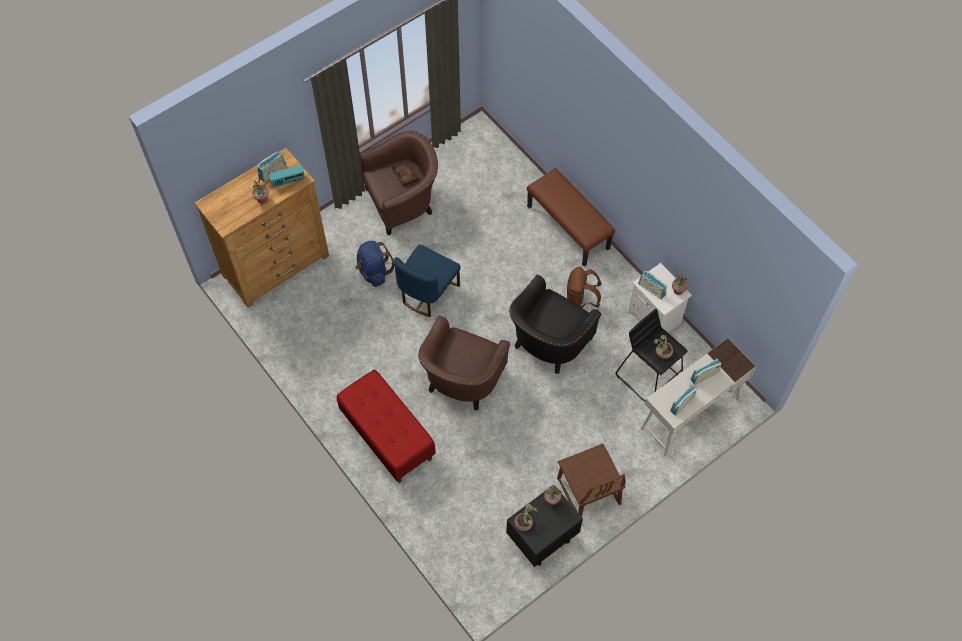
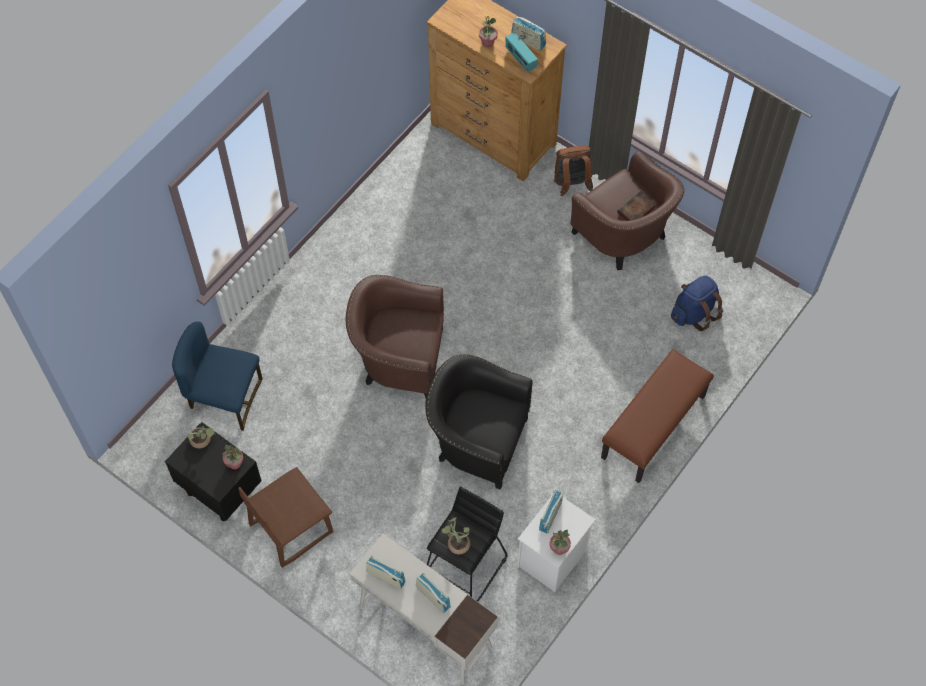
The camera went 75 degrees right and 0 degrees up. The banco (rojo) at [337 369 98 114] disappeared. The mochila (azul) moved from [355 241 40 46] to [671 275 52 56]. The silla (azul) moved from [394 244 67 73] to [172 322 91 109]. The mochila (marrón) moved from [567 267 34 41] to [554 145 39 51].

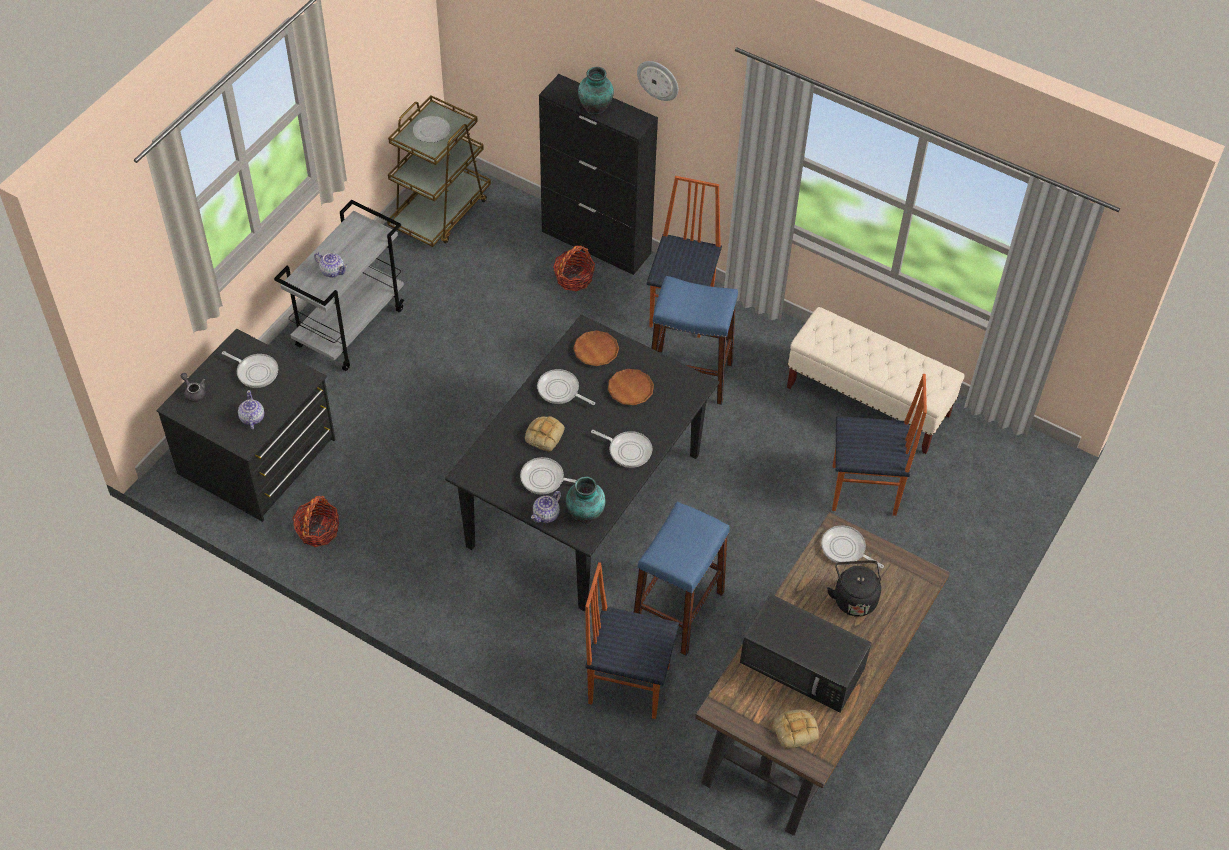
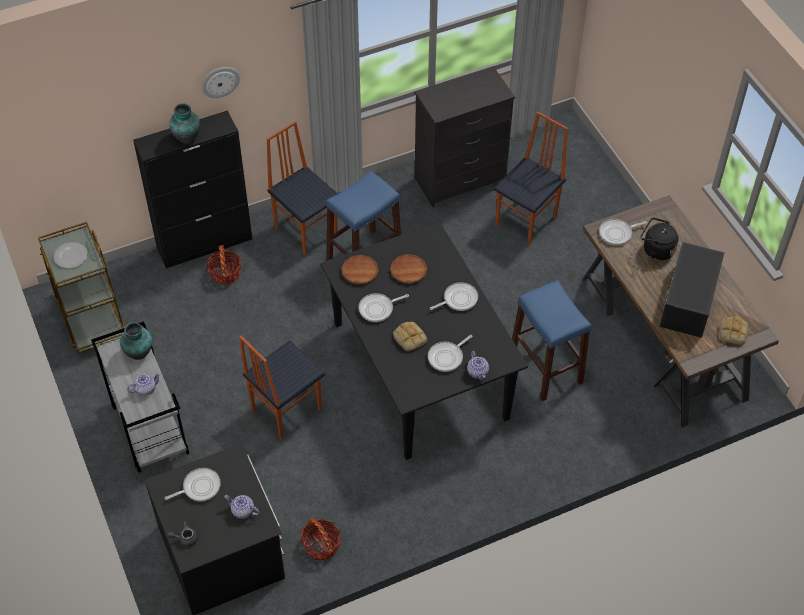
The camera went 55 degrees left and 0 degrees up. The florero moved from [566 477 39 46] to [120 322 32 38]. The silla moved from [585 562 94 157] to [239 335 86 105]. The banco (beis) at [787 307 177 147] was replaced by the cómoda (negro) at [415 66 100 141]. The microondas (negro) at [740 594 131 119] turned 135 degrees clockwise.

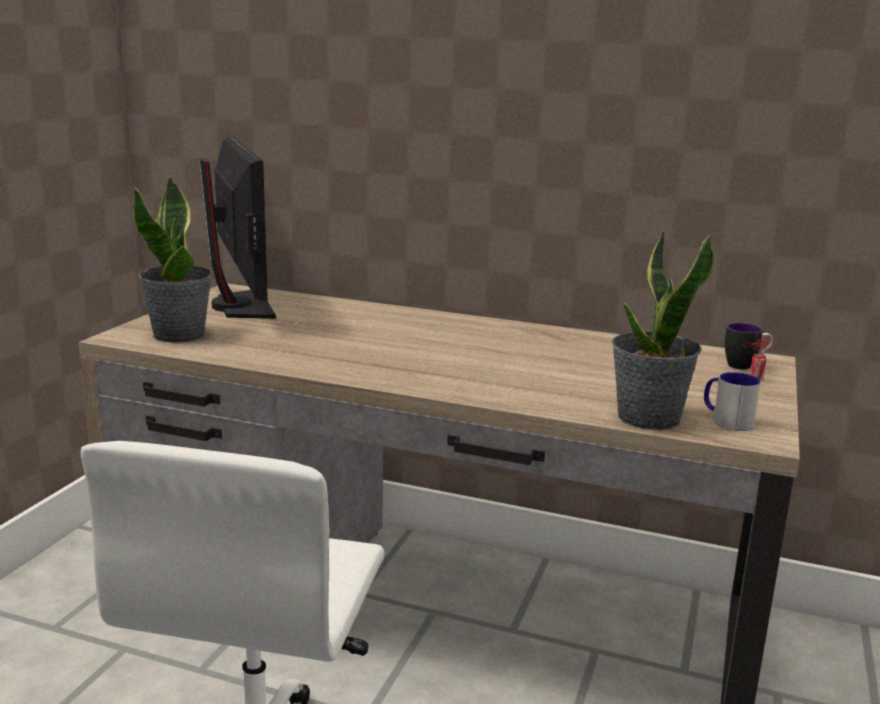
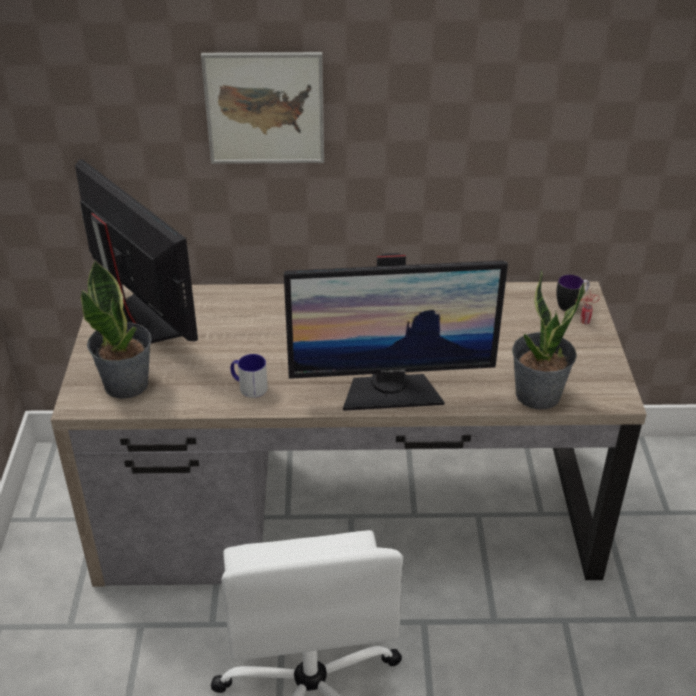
The camera went 20 degrees left and 20 degrees up. The cuadro at [201 52 123 112] appeared. The monitor at [284 253 224 158] appeared. The taza grande moved from [704 372 57 59] to [231 354 37 44].

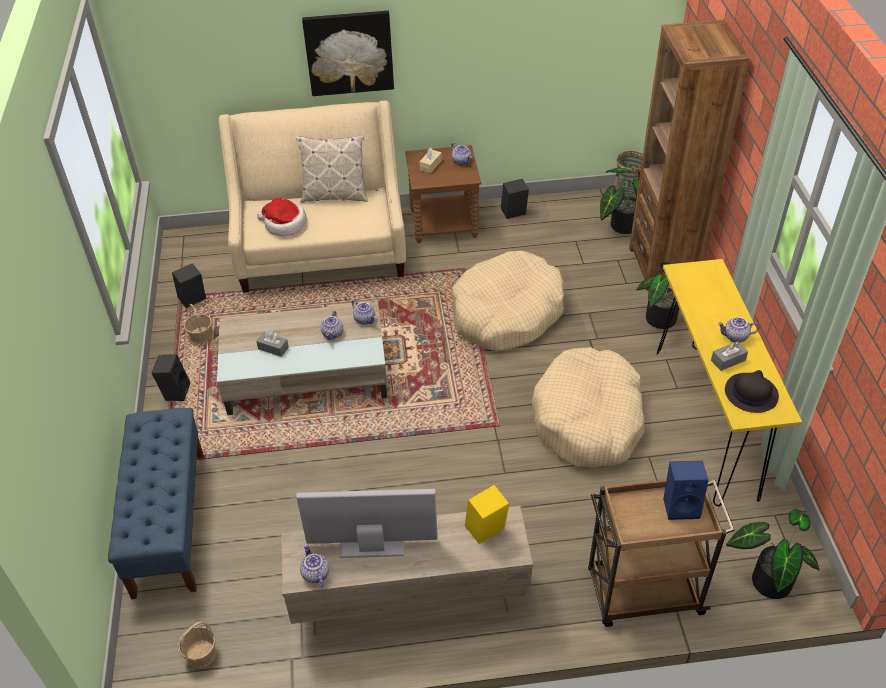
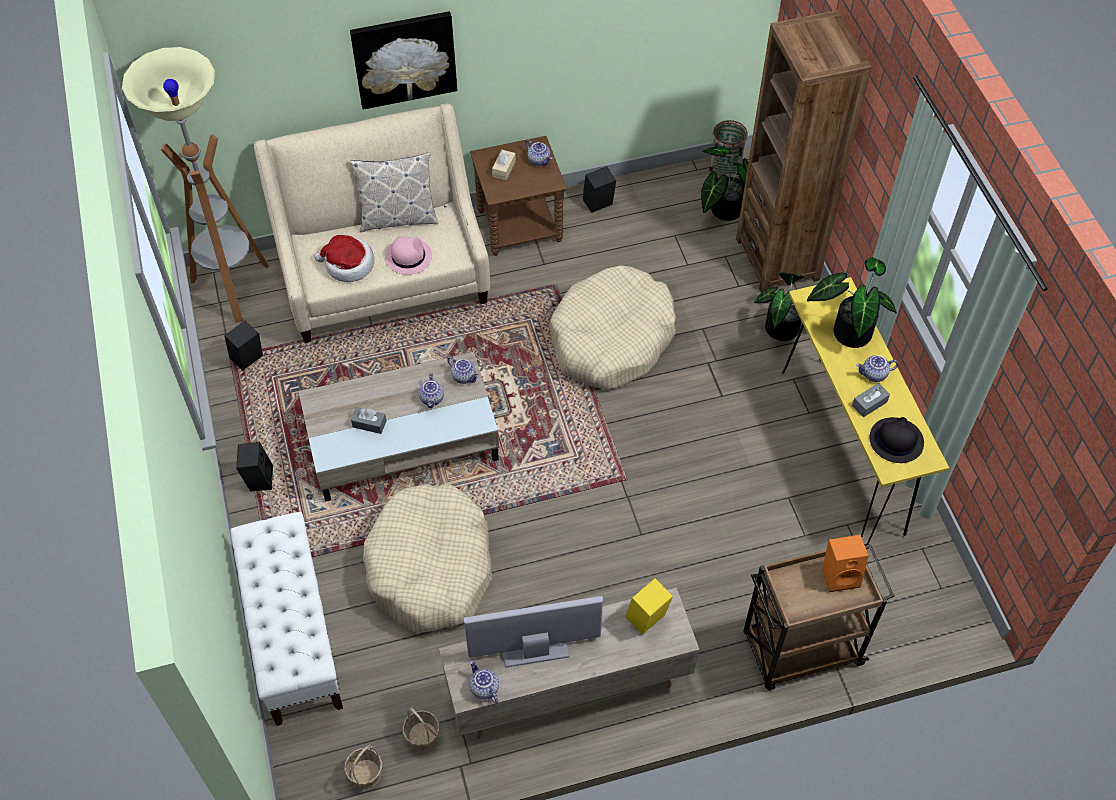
The camera went 10 degrees left and 10 degrees up. The lámpara de pie at [122 47 147 276] appeared. The sombrero (rosa) at [385 236 47 38] appeared. The cesta moved from [184 304 28 39] to [402 707 38 44]. The cama para perro (beis) moved from [531 347 114 121] to [363 484 129 149]. The planta en maceta moved from [726 509 94 90] to [807 257 90 91]. The banco (azul) at [108 408 96 191] became the banco (blanco) at [230 512 113 214]. The altavoz (azul) at [663 461 45 59] became the altavoz (naranja) at [822 535 47 57].

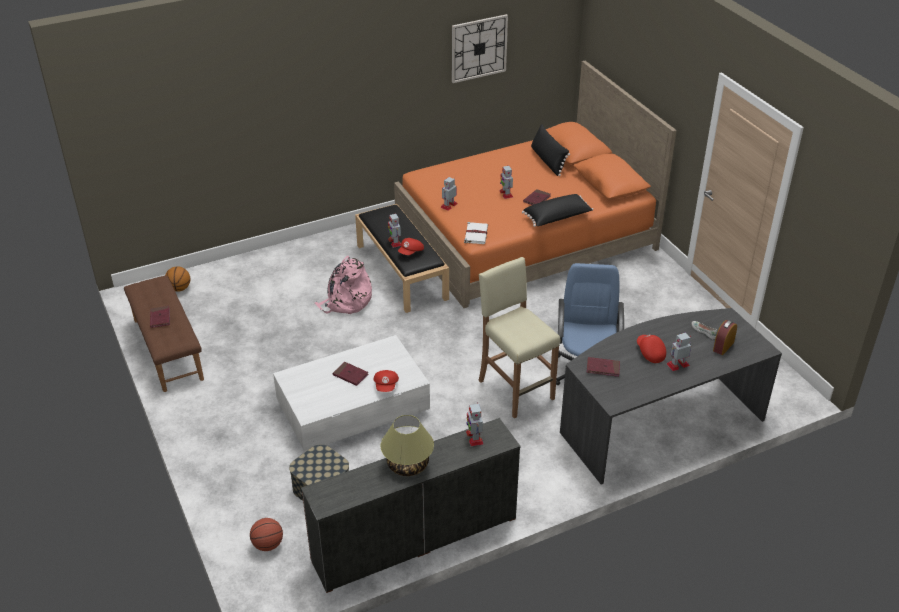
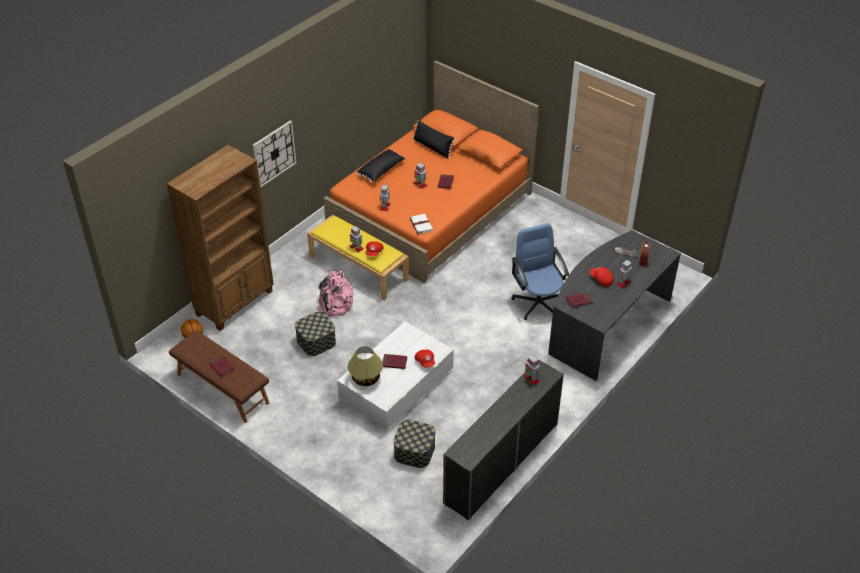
The camera went 25 degrees left and 5 degrees up. The balón de baloncesto at [250 518 33 33] disappeared. The taburete (beis) at [478 257 83 161] disappeared. The estantería (marrón) at [167 145 107 186] appeared. The caja de almacenaje at [295 312 41 44] appeared. The lámpara de mesa moved from [381 415 53 61] to [348 346 35 40]. The reloj de pared moved from [452 14 56 69] to [253 120 43 68]. The cojín (negro) moved from [522 194 71 33] to [356 149 49 34]. The banco (negro) at [355 204 94 109] became the banco (amarillo) at [307 215 102 85].

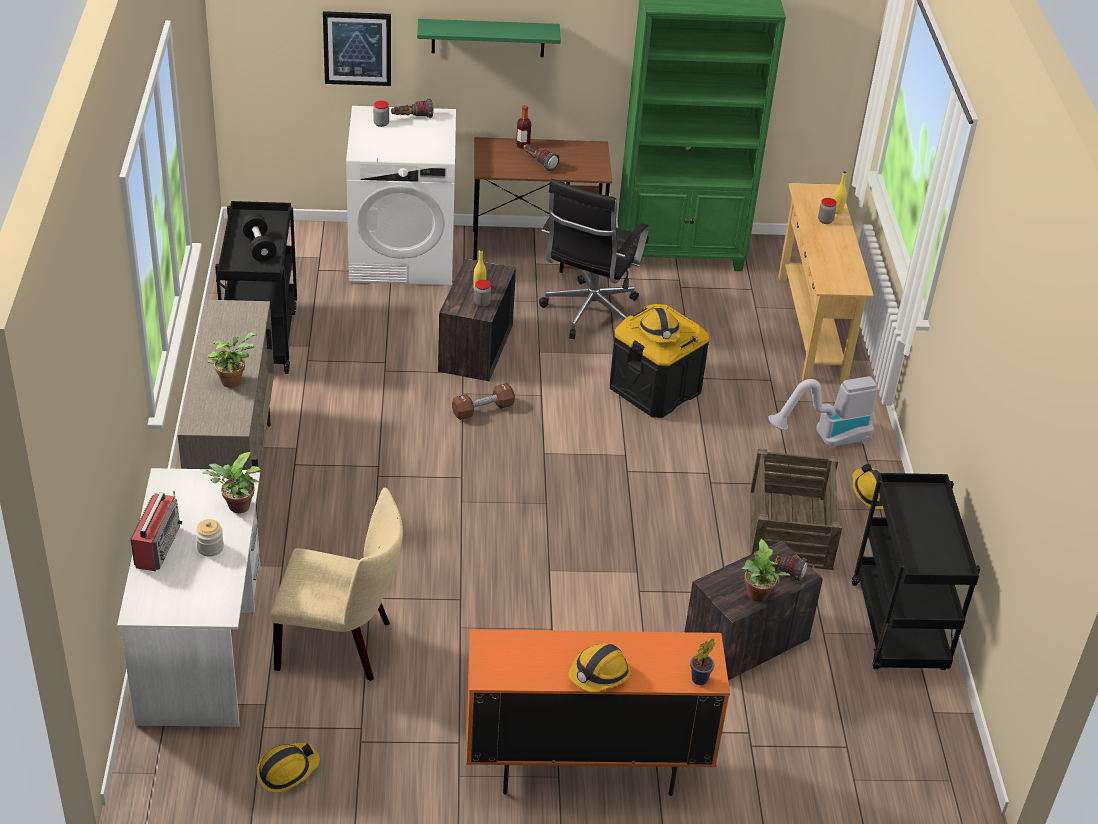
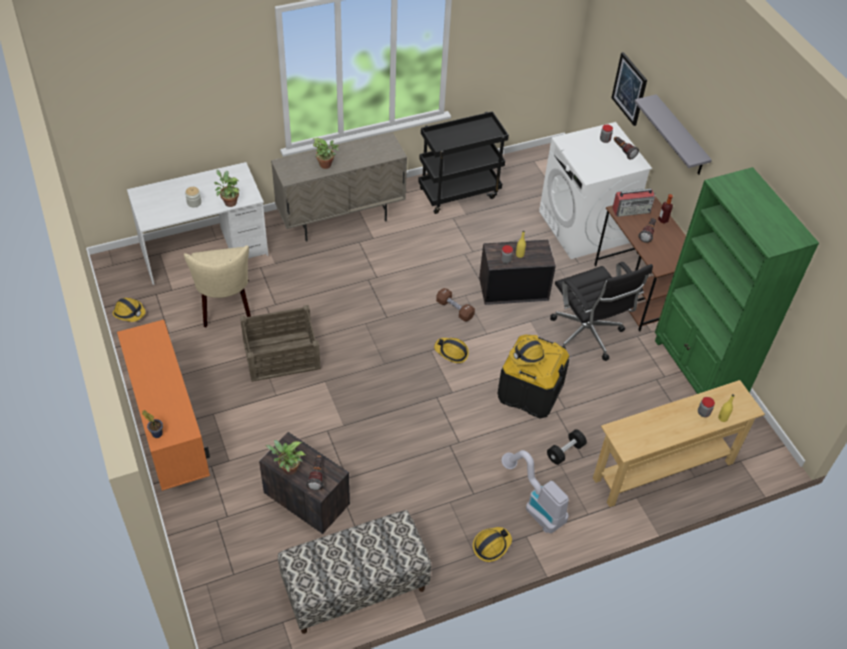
The camera went 70 degrees right and 10 degrees up. The radio moved from [131 490 51 81] to [612 189 44 28]. The mancuerna (negro) moved from [241 213 36 49] to [547 429 40 36]. The casco moved from [569 643 62 49] to [434 338 35 25]. The caja de embalaje moved from [750 448 92 122] to [240 305 81 77]. The carrito (negro) at [852 473 128 197] was replaced by the banco at [278 510 154 124]. The estante (verde) at [417 19 144 38] became the estante (gris) at [634 94 78 81]. The silla de oficina (negro) at [539 179 110 160] turned 120 degrees counterclockwise.

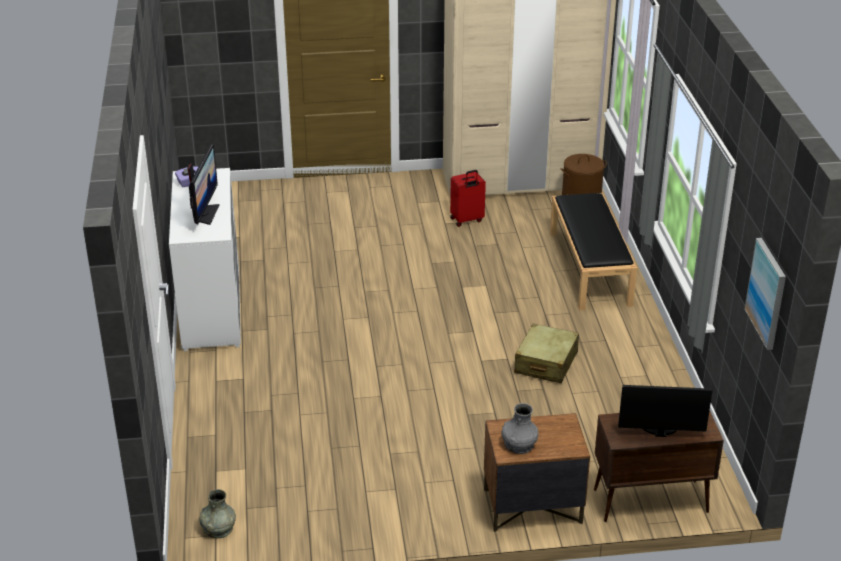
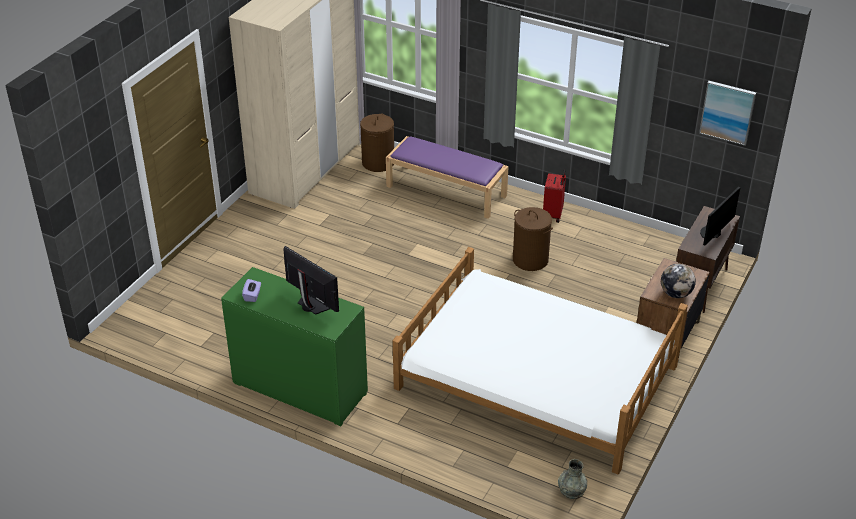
The camera went 55 degrees left and 5 degrees up. The cama (blanco) at [393 247 295 227] appeared. The maleta (rojo) moved from [450 170 36 57] to [543 170 23 53]. The florero (gris) at [502 403 36 51] was replaced by the globo terráqueo at [661 264 35 34]. The maleta (beis) at [514 324 65 59] was replaced by the cesto de la ropa (marrón) at [513 207 40 64]. The cómoda (blanco) at [169 168 72 183] became the cómoda (verde) at [221 267 147 159]. The banco (negro) at [550 193 87 117] became the banco (morado) at [386 136 123 83].

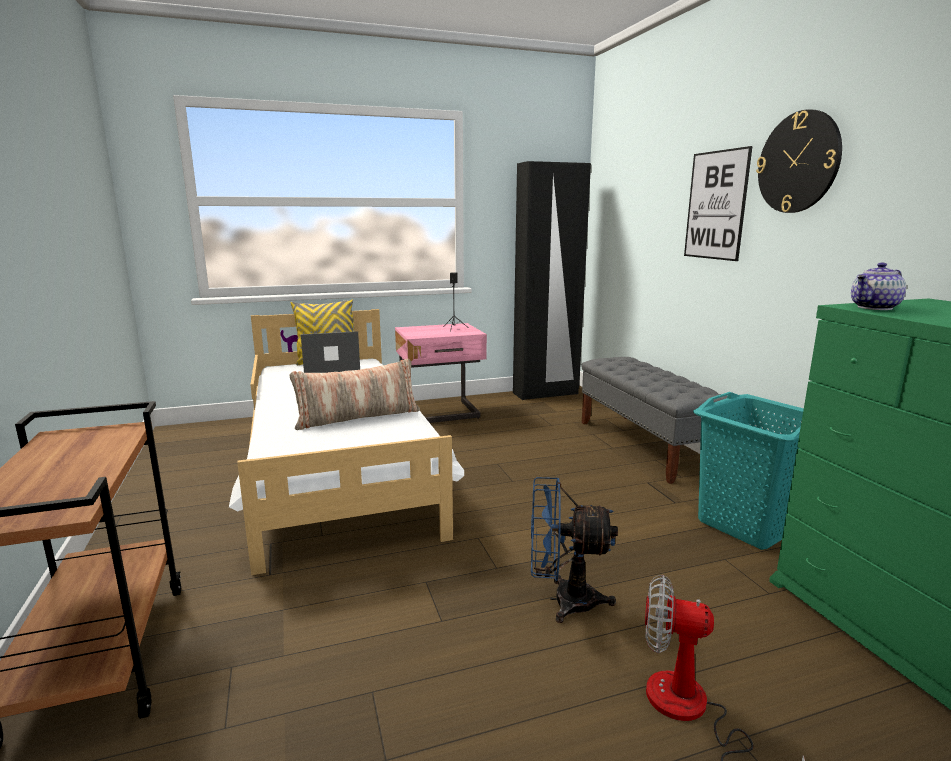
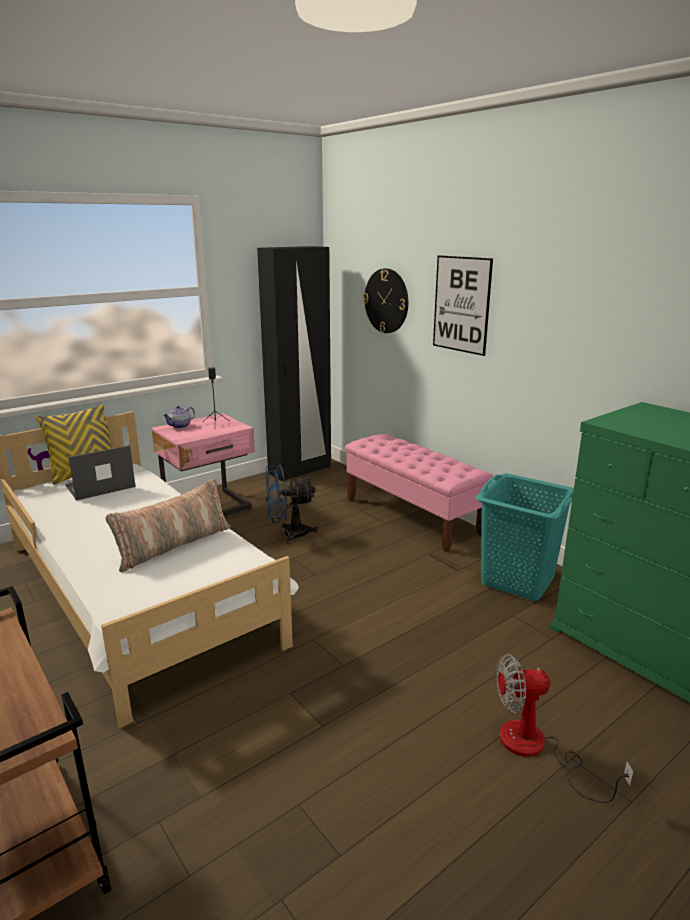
The camera went 20 degrees left and 5 degrees up. The ventilador (azul) moved from [531 477 87 146] to [265 465 53 79]. The reloj de pared moved from [756 109 86 104] to [363 269 45 64]. The tetera moved from [851 263 55 47] to [163 406 32 23]. The banco (gris) at [581 357 146 127] became the banco (rosa) at [345 434 148 118].

